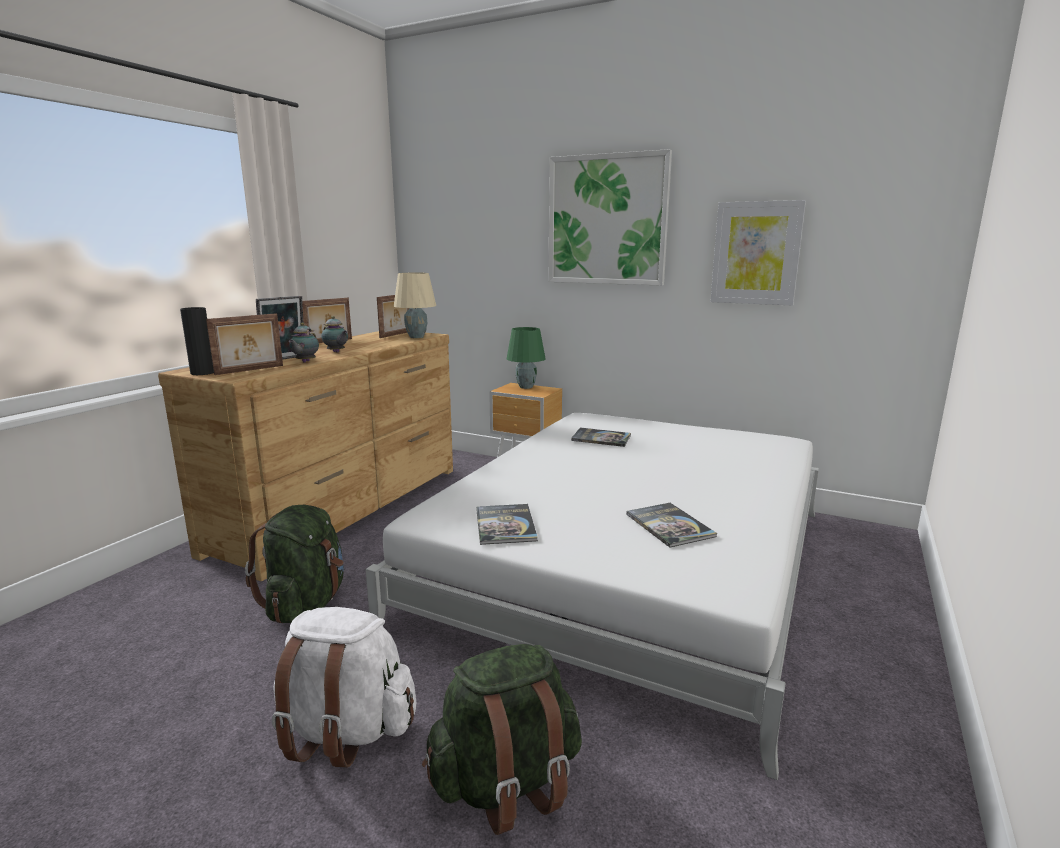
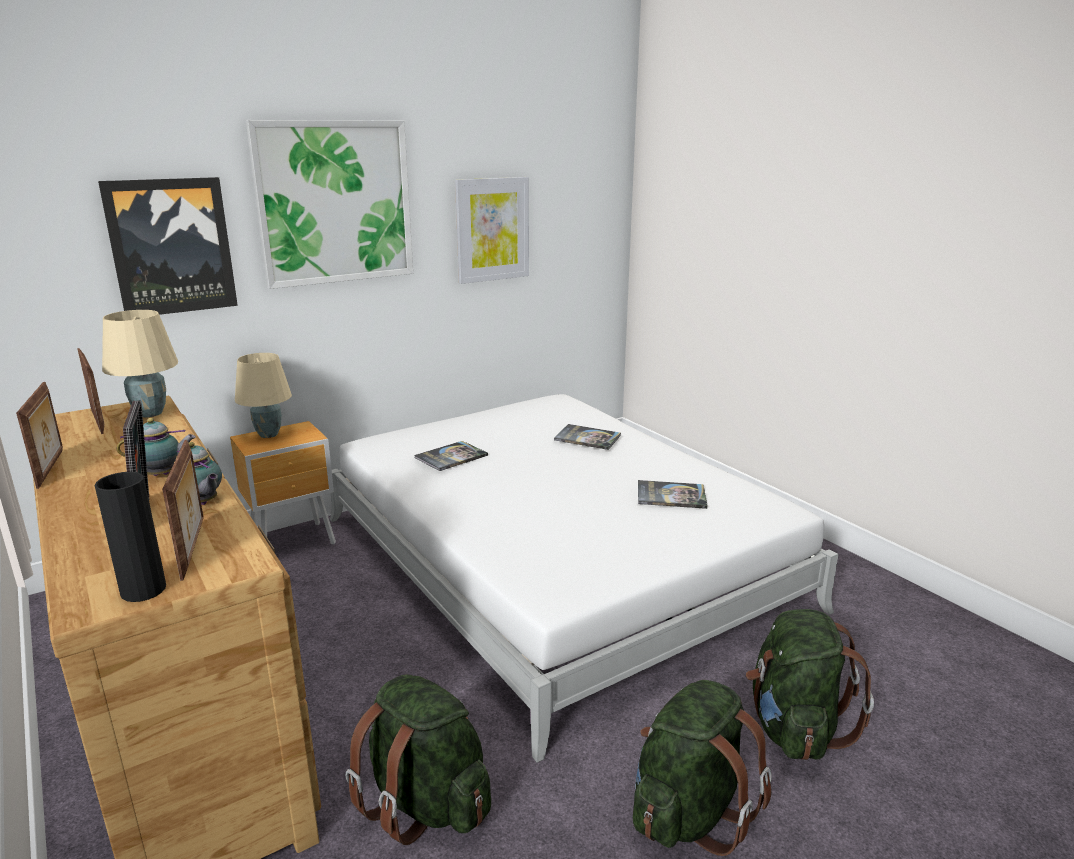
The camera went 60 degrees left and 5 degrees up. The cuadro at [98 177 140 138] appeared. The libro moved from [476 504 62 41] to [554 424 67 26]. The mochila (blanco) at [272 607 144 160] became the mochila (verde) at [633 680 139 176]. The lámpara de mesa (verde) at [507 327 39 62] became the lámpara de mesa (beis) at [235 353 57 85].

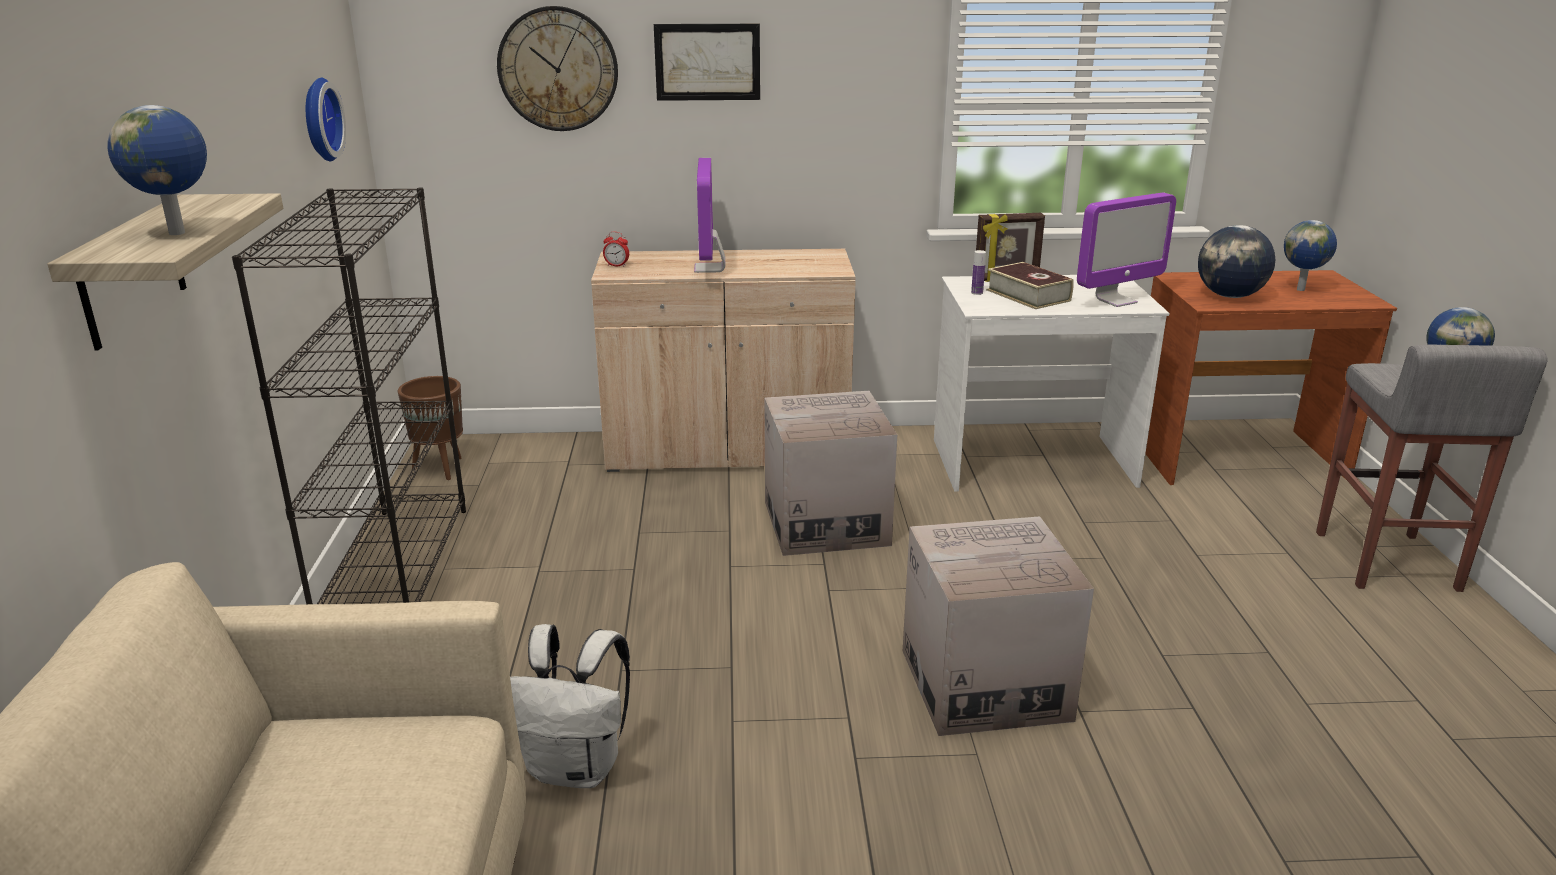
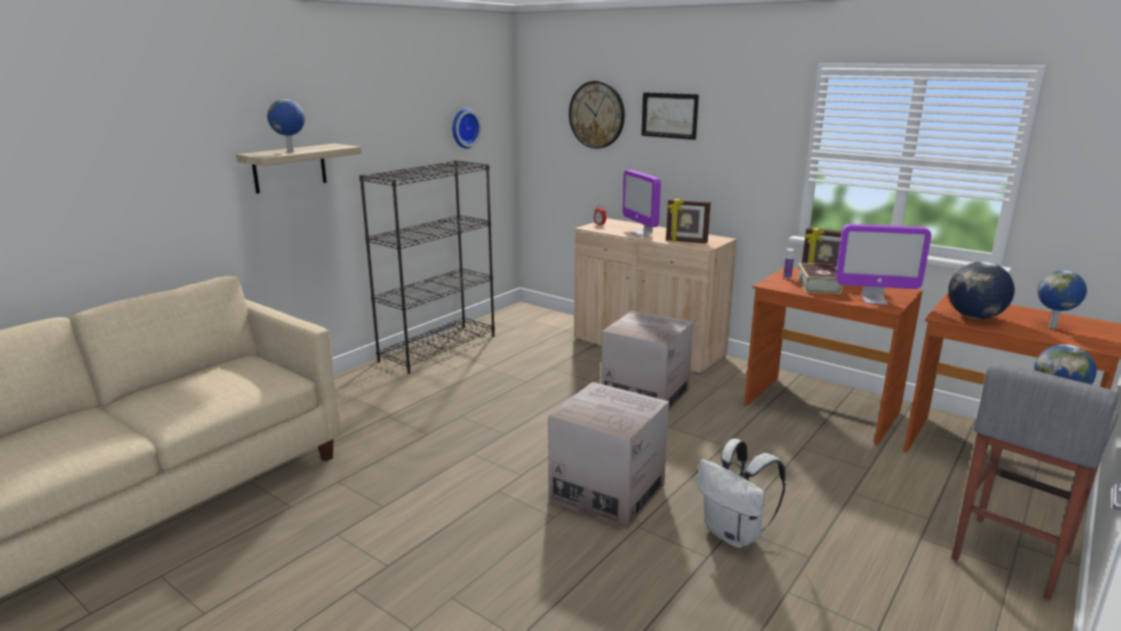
The camera went 40 degrees right and 5 degrees down. The maceta (marrón) at [398 376 65 104] disappeared. The portarretratos at [666 199 45 44] appeared. The mochila (blanco) moved from [510 624 120 164] to [696 439 90 109]. The escritorio (blanco) at [934 275 235 217] became the escritorio (marrón) at [744 268 179 177]. The monitor at [694 158 31 115] turned 60 degrees counterclockwise.

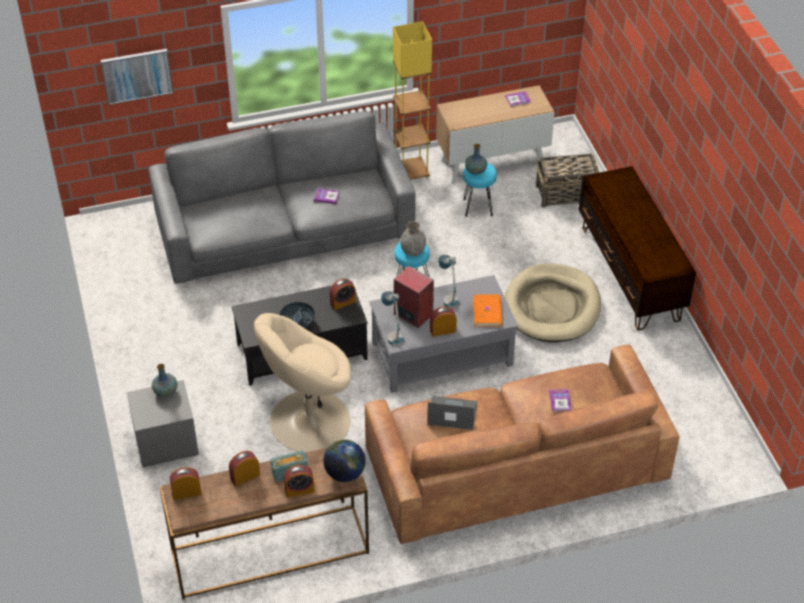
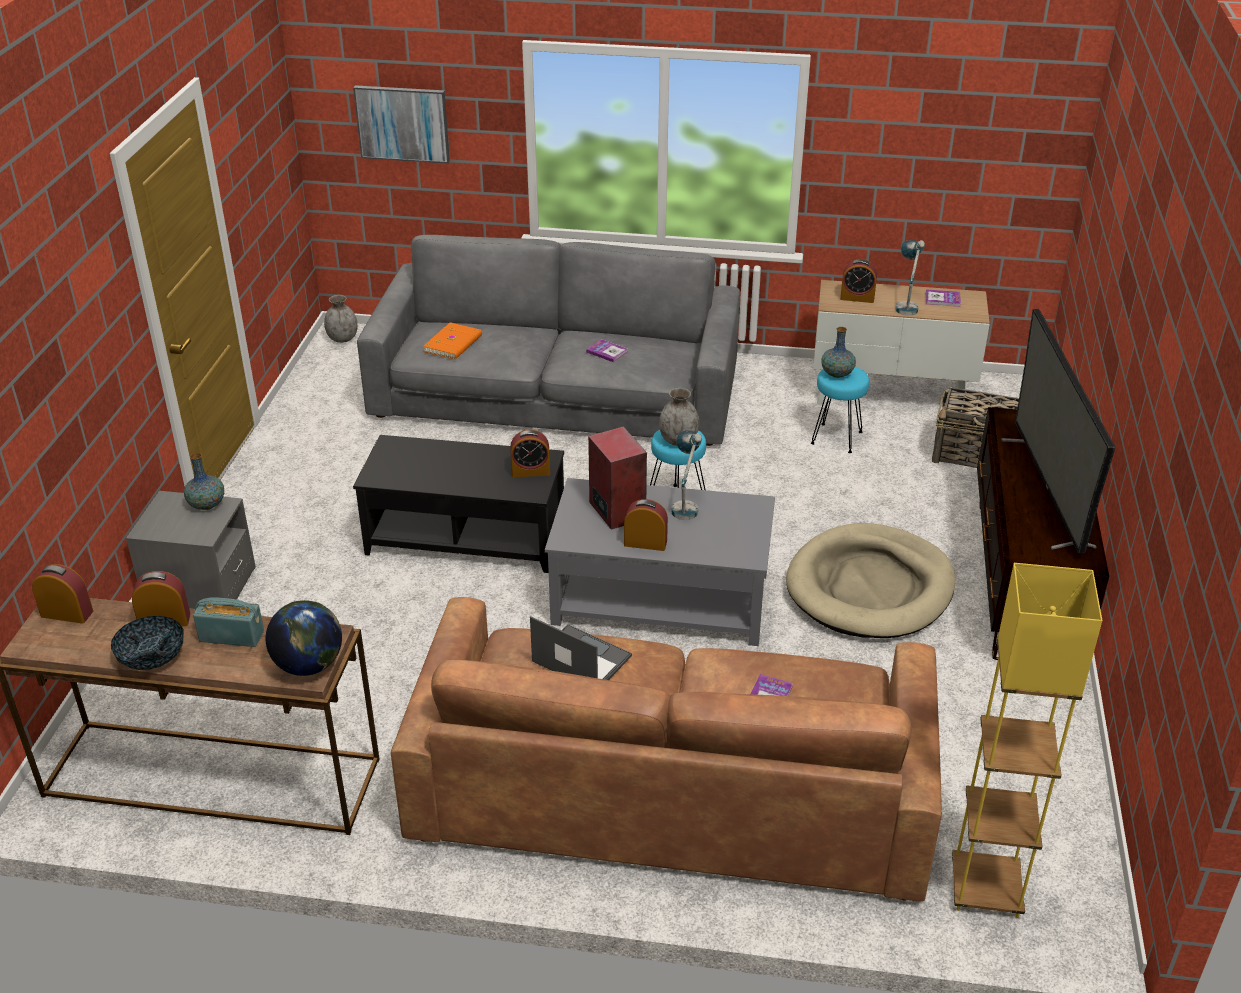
The camera went 25 degrees right and 10 degrees down. The sillón (beis) at [254 313 97 140] disappeared. The florero (gris) at [324 295 34 48] appeared. The televisor at [1001 309 114 244] appeared. The cuenco moved from [280 302 35 26] to [111 616 73 54]. The despertador moved from [284 465 31 33] to [840 259 37 44]. The lámpara de mesa moved from [381 291 23 55] to [895 240 30 76]. The lámpara de pie (amarillo) moved from [393 21 39 159] to [952 563 150 355]. The libro (naranja) moved from [473 295 30 31] to [423 322 59 38].

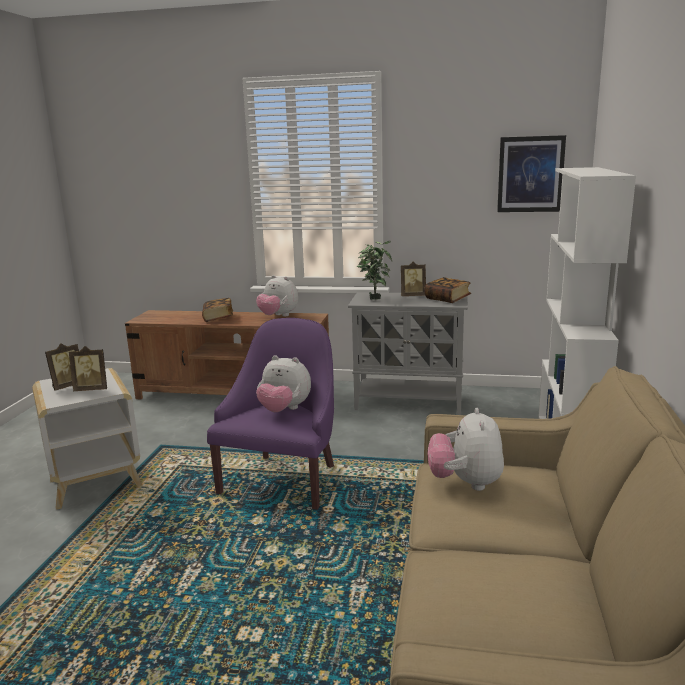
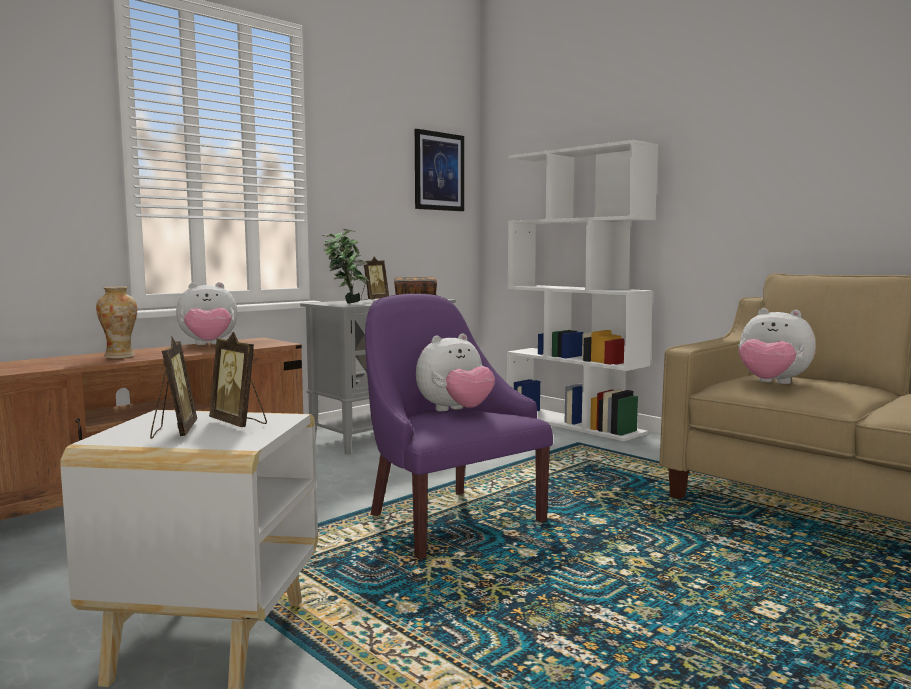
The camera went 55 degrees left and 10 degrees down. The libro at [202 298 31 24] was replaced by the florero at [96 286 41 72]. The portarretratos at [69 346 38 45] turned 105 degrees clockwise.

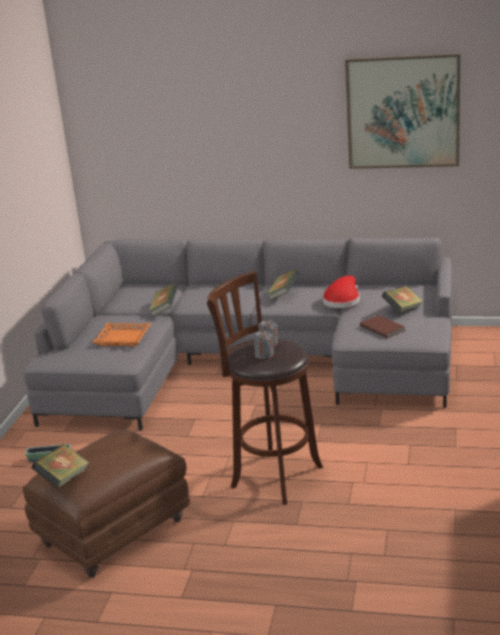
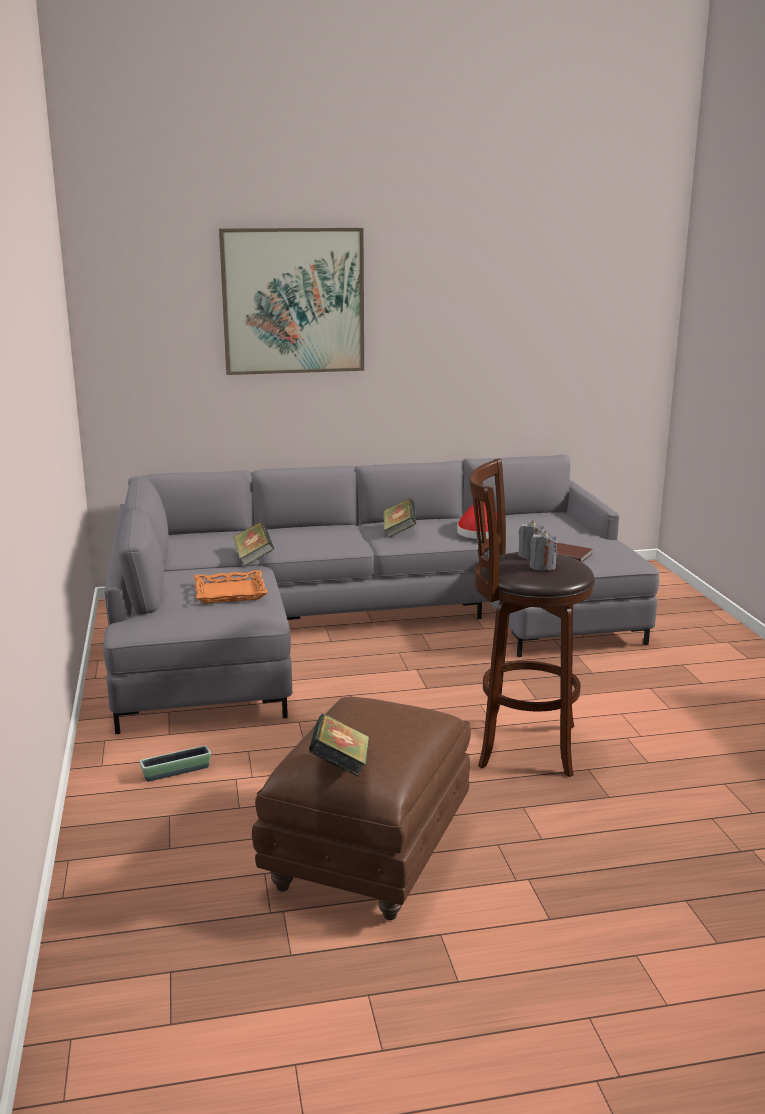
The camera went 25 degrees left and 5 degrees down. The libro at [382 286 41 27] disappeared. The cuadro moved from [345 53 115 116] to [219 228 145 147].

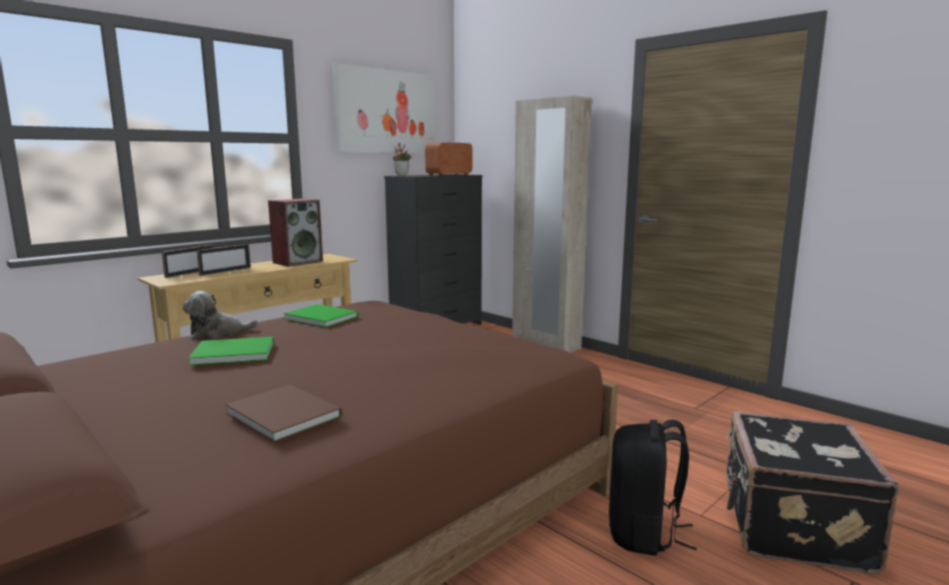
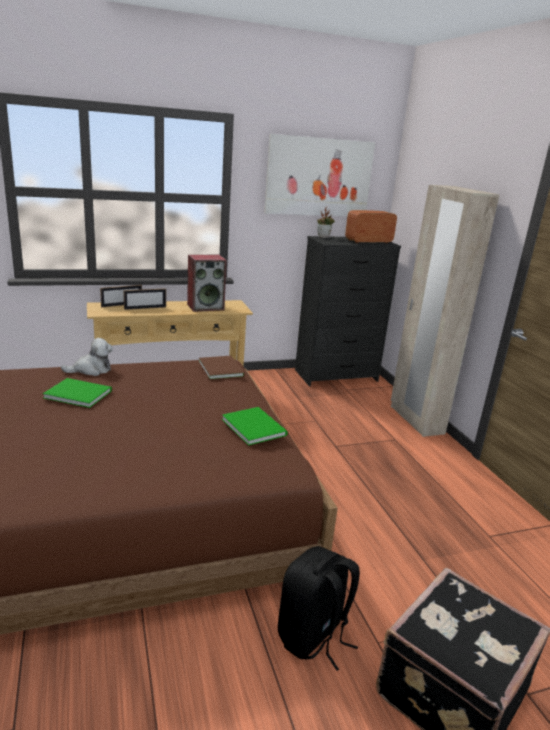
The camera went 25 degrees right and 10 degrees up. The libro (marrón) moved from [225 385 117 57] to [199 356 46 24]. The libro (verde) moved from [283 304 76 23] to [222 407 66 39]. The peluche at [182 291 76 49] turned 150 degrees clockwise.

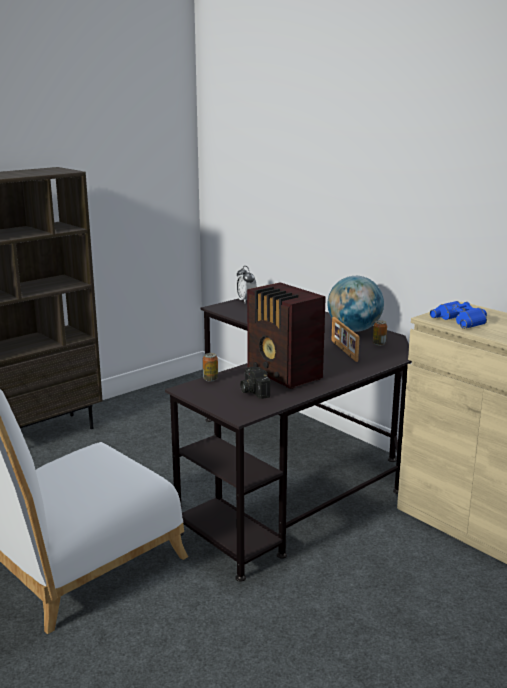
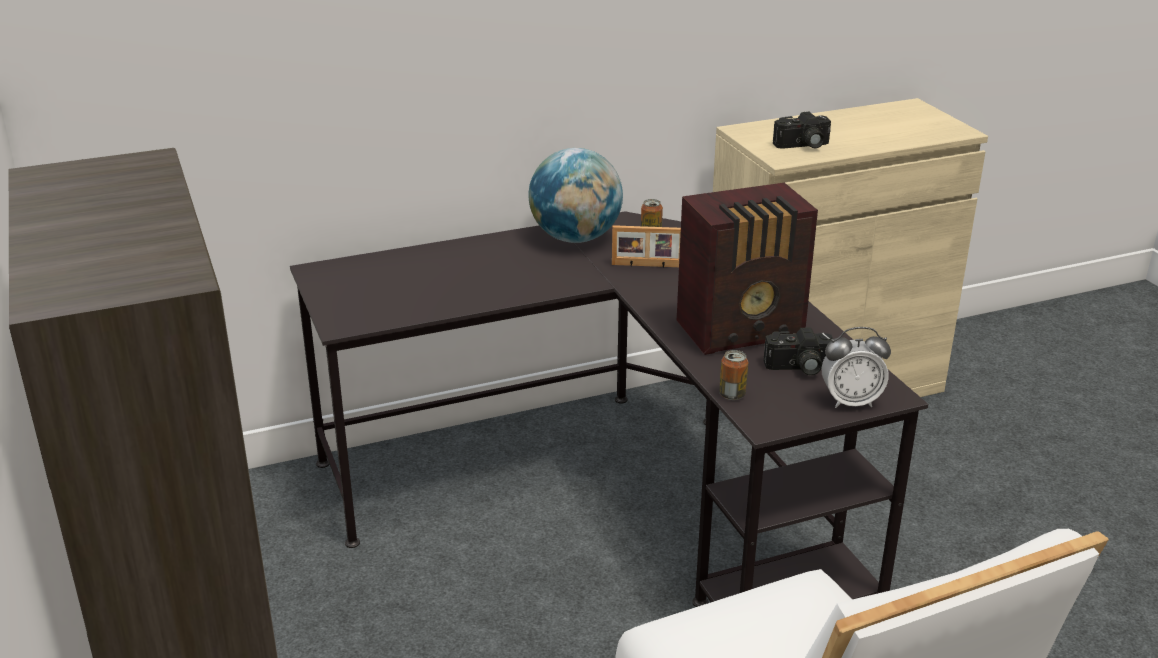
The camera went 70 degrees left and 10 degrees up. The despertador moved from [236 266 21 37] to [821 327 70 81]. The prismáticos (azul) at [430 301 57 28] was replaced by the cámara at [773 112 58 37].

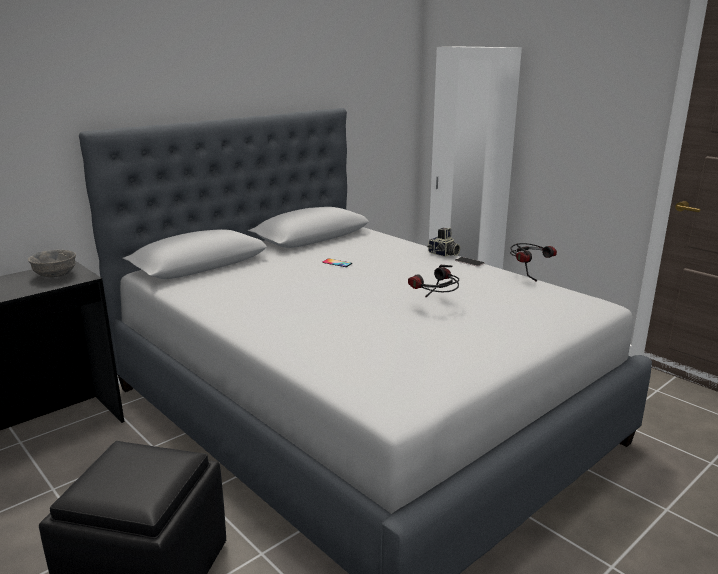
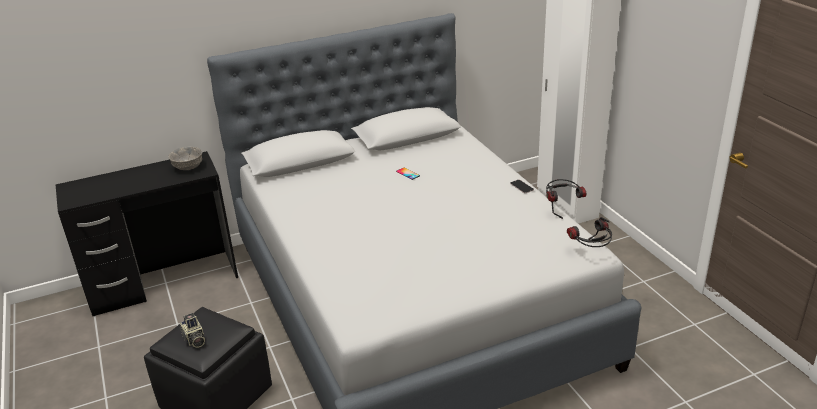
The camera went 20 degrees right and 10 degrees up. The auriculares moved from [408 265 51 32] to [567 217 45 30]. The cámara moved from [427 228 33 29] to [180 313 25 35].

